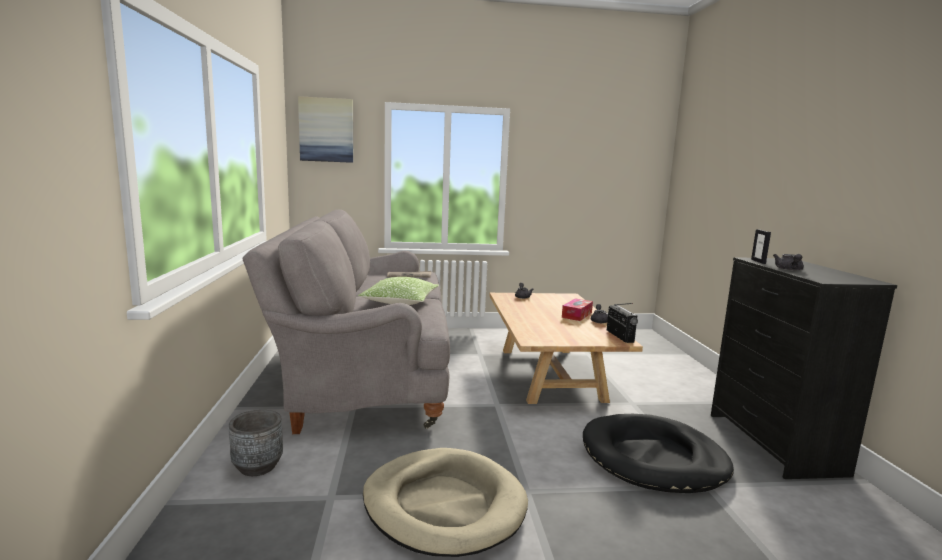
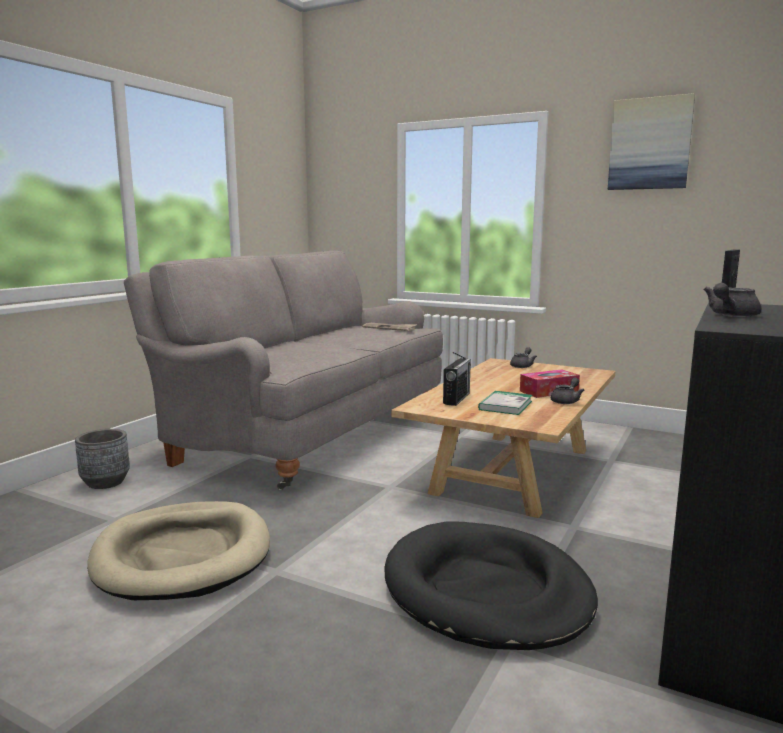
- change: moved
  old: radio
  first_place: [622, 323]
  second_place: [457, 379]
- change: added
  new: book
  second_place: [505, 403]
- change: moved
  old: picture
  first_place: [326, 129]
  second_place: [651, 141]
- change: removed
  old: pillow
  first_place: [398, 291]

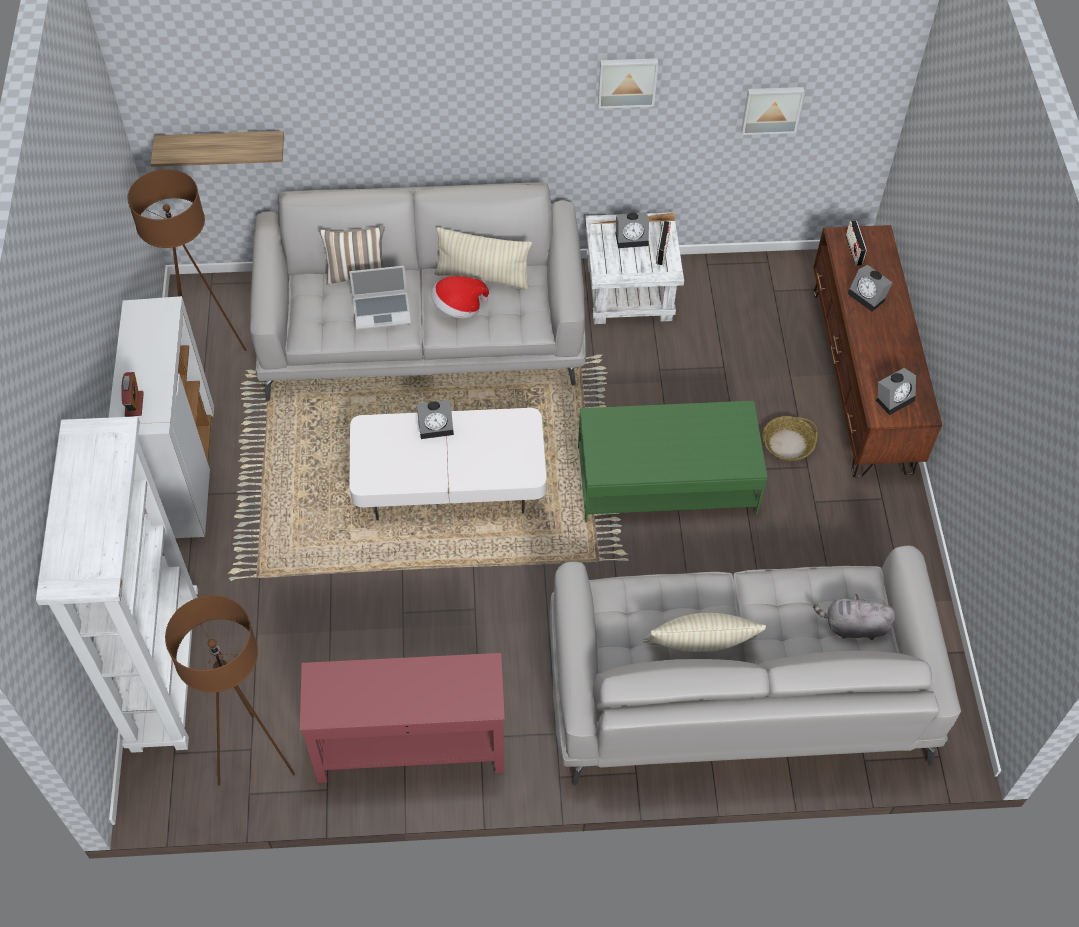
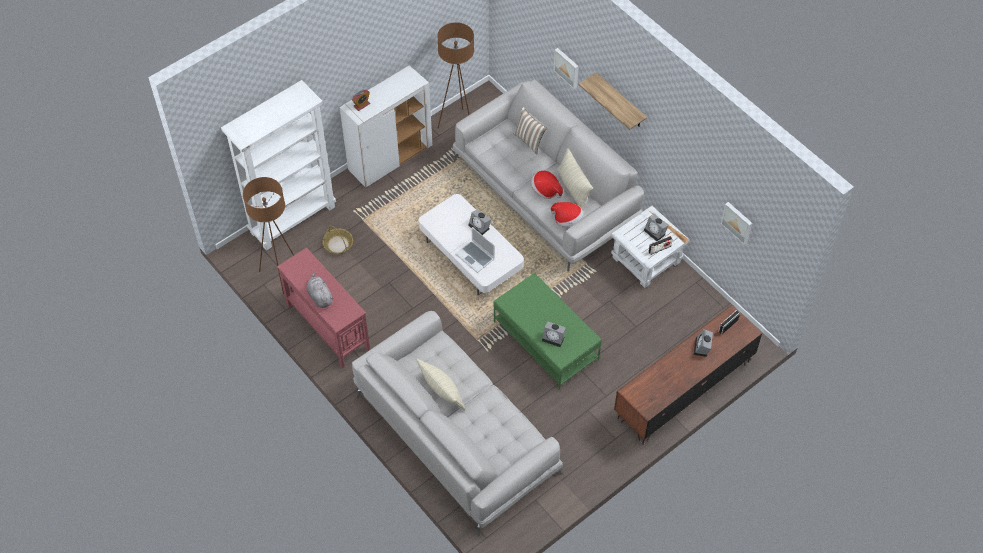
- change: moved
  old: grey plush toy
  first_place: [854, 617]
  second_place: [320, 290]
- change: moved
  old: basket
  first_place: [790, 438]
  second_place: [337, 239]
- change: moved
  old: laptop
  first_place: [380, 298]
  second_place: [475, 250]
- change: moved
  old: alarm clock
  first_place: [896, 391]
  second_place: [554, 334]
- change: added
  new: hat
  second_place: [567, 214]
- change: moved
  old: picture
  first_place: [628, 83]
  second_place: [566, 68]
- change: moved
  old: shelf
  first_place: [217, 149]
  second_place: [613, 101]

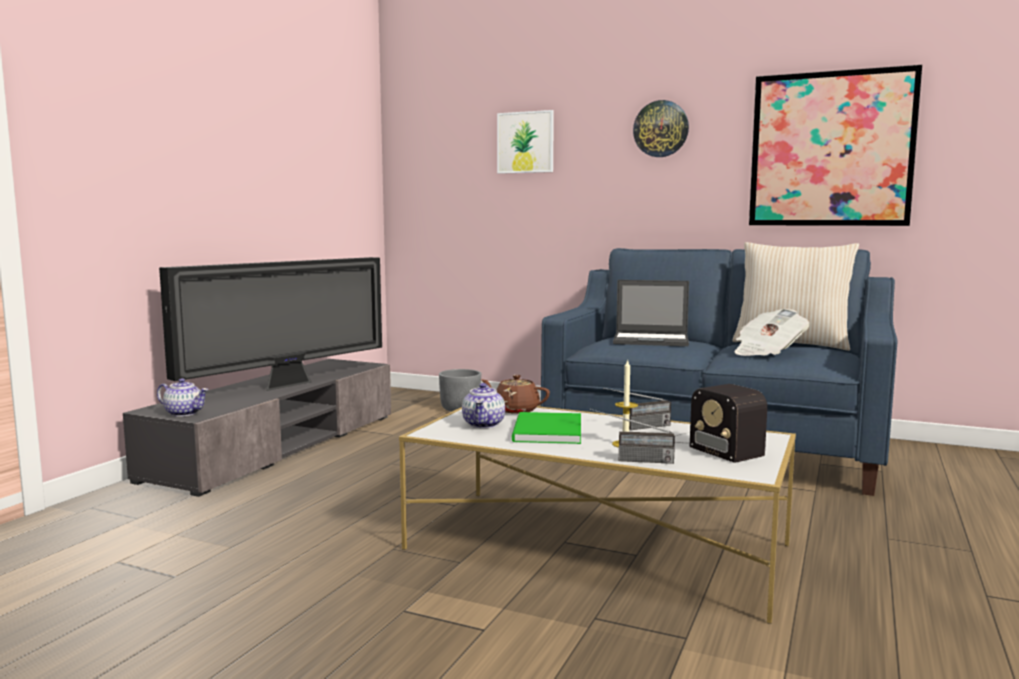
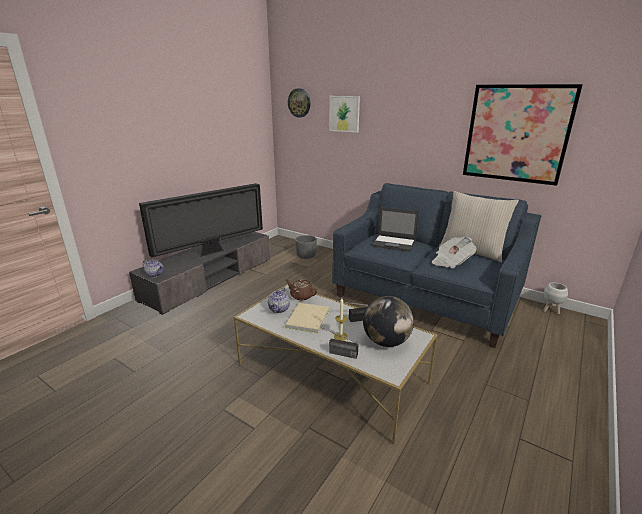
- change: recoloured
  old: green book
  new: beige book
  first_place: [546, 428]
  second_place: [307, 318]
- change: moved
  old: wall clock
  first_place: [661, 128]
  second_place: [299, 103]
- change: replaced
  old: radio
  new: globe
  first_place: [721, 423]
  second_place: [388, 321]
- change: added
  new: white planter
  second_place: [555, 298]

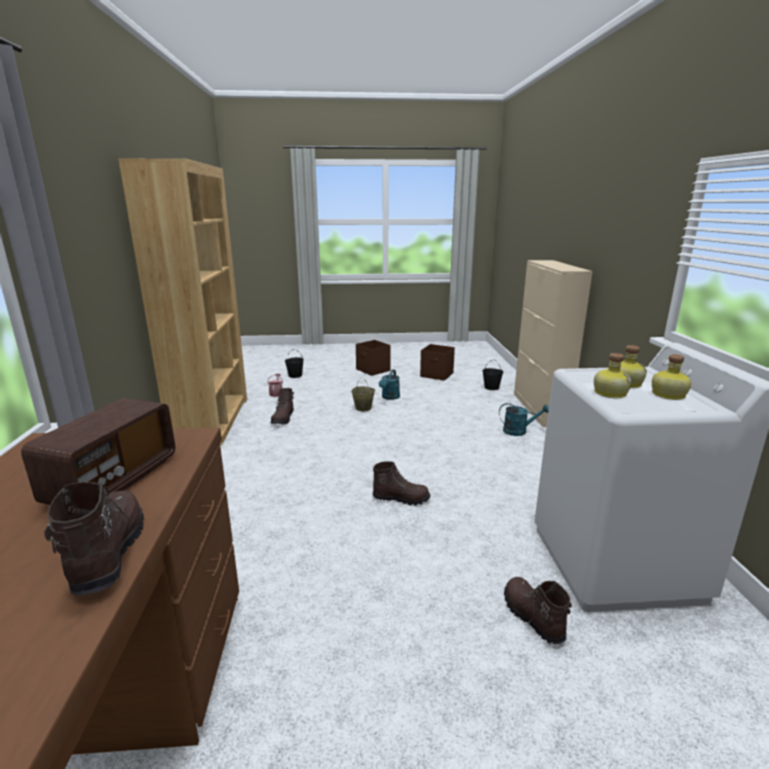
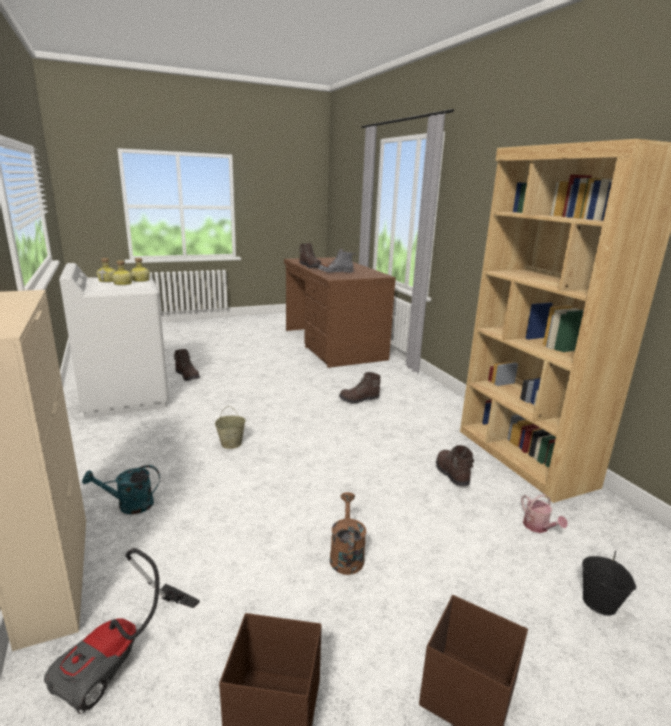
- change: replaced
  old: black bucket
  new: vacuum cleaner
  first_place: [492, 375]
  second_place: [122, 631]
- change: moved
  old: beige bucket
  first_place: [363, 394]
  second_place: [230, 427]
- change: replaced
  old: radio
  new: grey boot
  first_place: [98, 451]
  second_place: [336, 260]
- change: recoloured
  old: turquoise watering can
  new: brown watering can
  first_place: [389, 384]
  second_place: [348, 533]
- change: moved
  old: brown boot
  first_place: [402, 483]
  second_place: [360, 388]

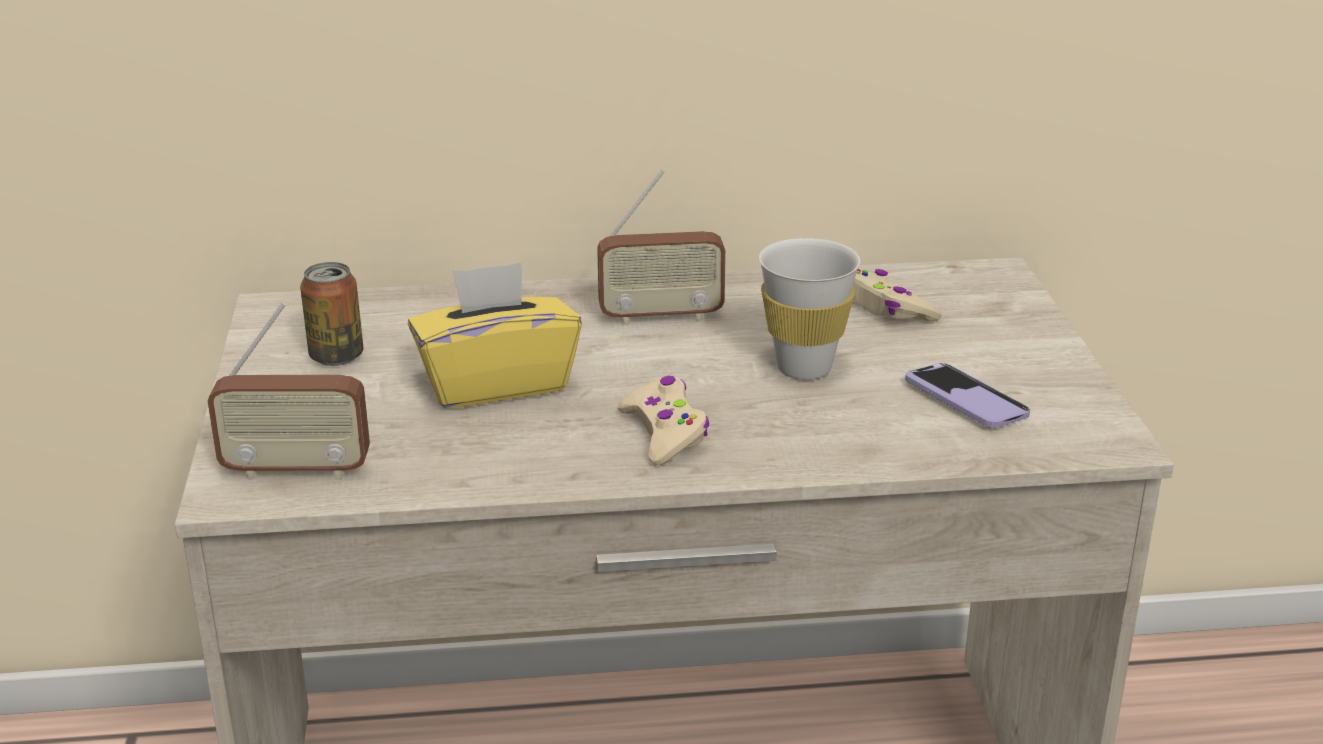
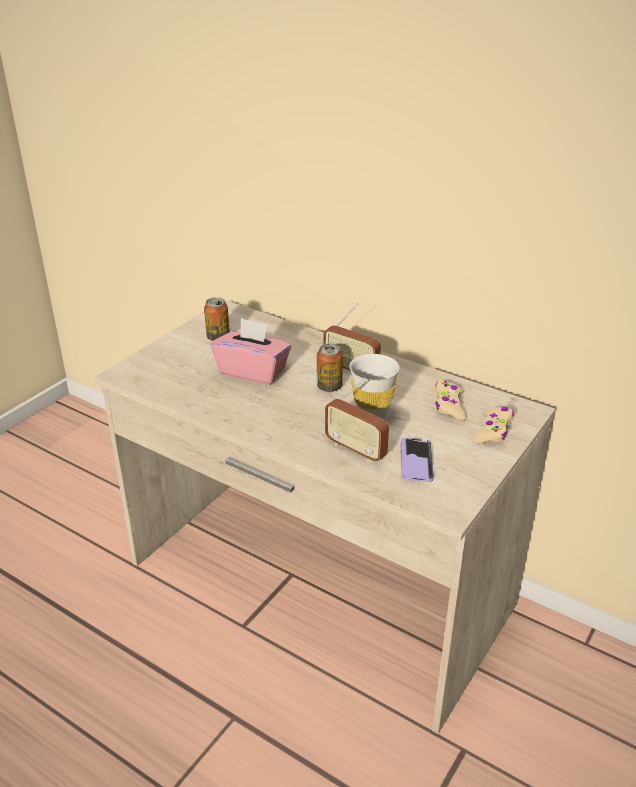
- change: recoloured
  old: yellow tissue box
  new: pink tissue box
  first_place: [495, 335]
  second_place: [251, 351]
- change: added
  new: can
  second_place: [330, 368]
- change: moved
  old: radio
  first_place: [289, 391]
  second_place: [357, 420]
- change: moved
  old: beige game controller
  first_place: [663, 420]
  second_place: [493, 425]

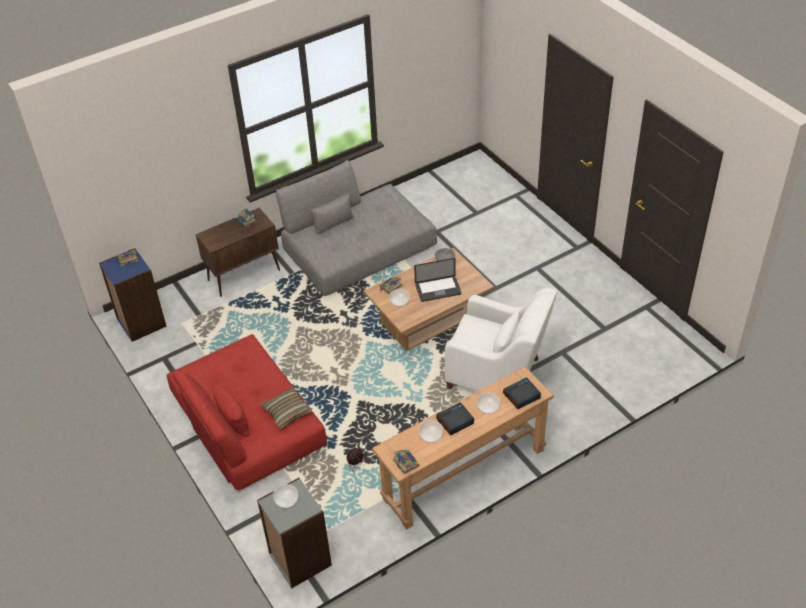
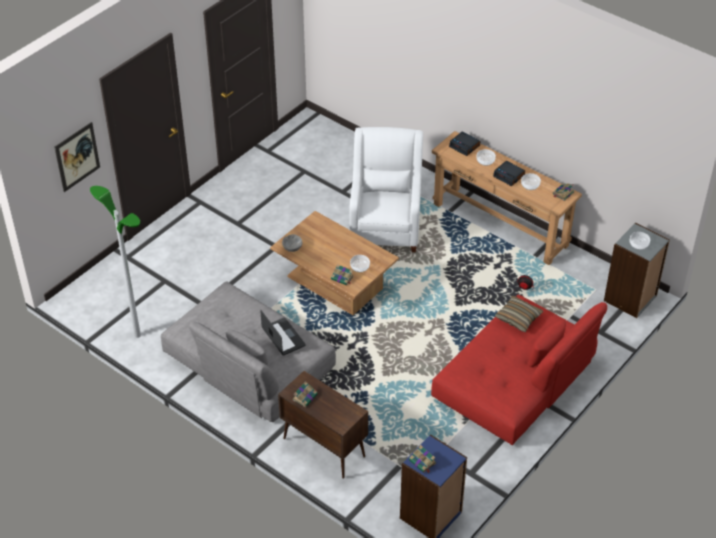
- change: added
  new: picture
  second_place: [77, 157]
- change: added
  new: floor lamp
  second_place: [115, 262]
- change: moved
  old: laptop
  first_place: [438, 280]
  second_place: [282, 333]

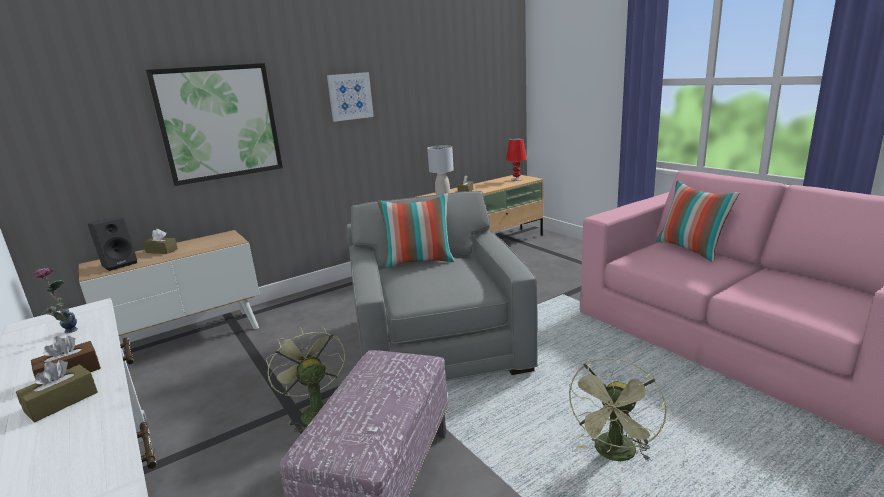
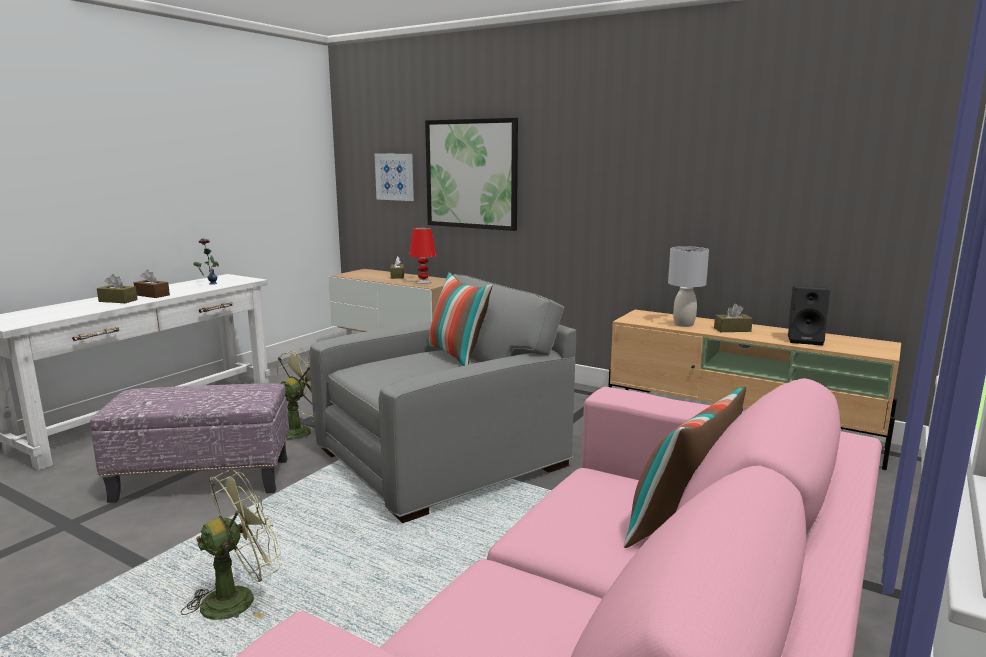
- change: turned
  old: green fan
  first_place: [617, 409]
  second_place: [231, 545]
  degrees: 135
- change: moved
  old: picture
  first_place: [350, 97]
  second_place: [394, 177]
- change: moved
  old: red table lamp
  first_place: [516, 159]
  second_place: [423, 255]
- change: moved
  old: black speaker
  first_place: [112, 244]
  second_place: [809, 316]

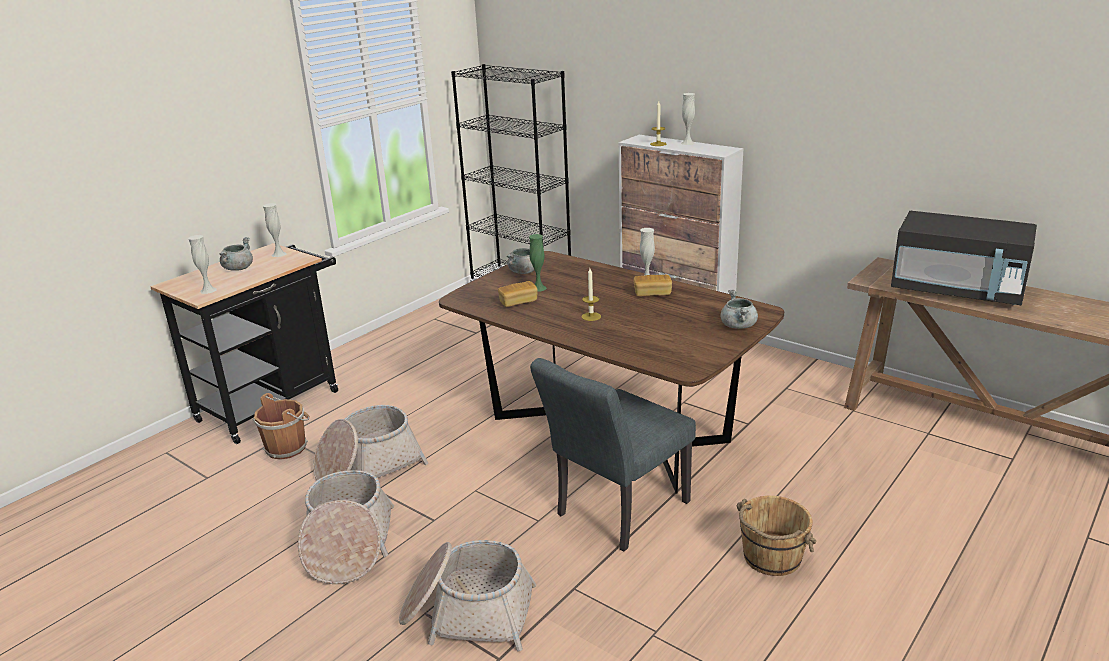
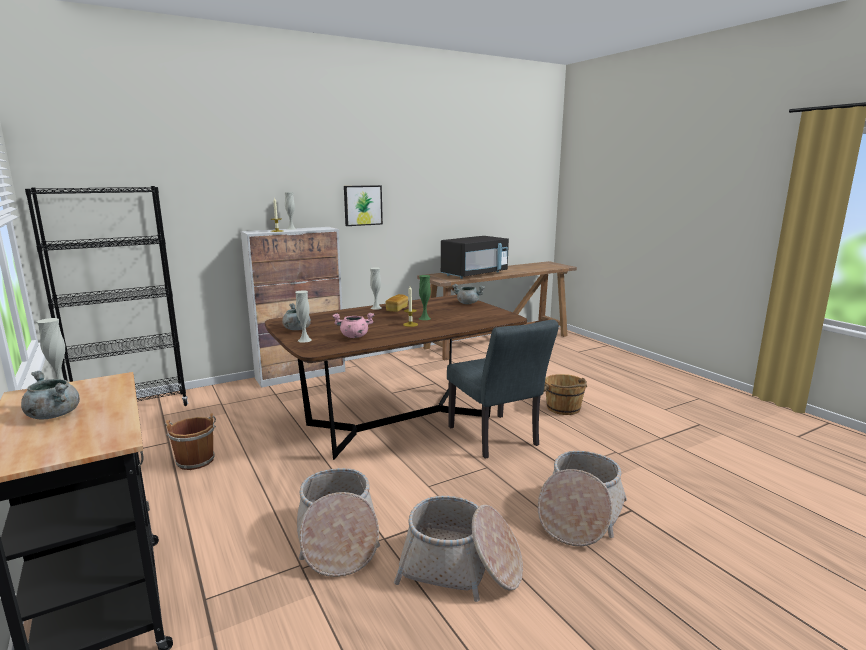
- change: moved
  old: brown bucket
  first_place: [281, 426]
  second_place: [190, 441]
- change: moved
  old: white vase
  first_place: [202, 264]
  second_place: [303, 317]
- change: replaced
  old: bread
  new: pink cooking pot
  first_place: [518, 294]
  second_place: [353, 325]
- change: added
  new: picture
  second_place: [363, 205]
- change: moved
  old: green vase
  first_place: [538, 263]
  second_place: [425, 297]

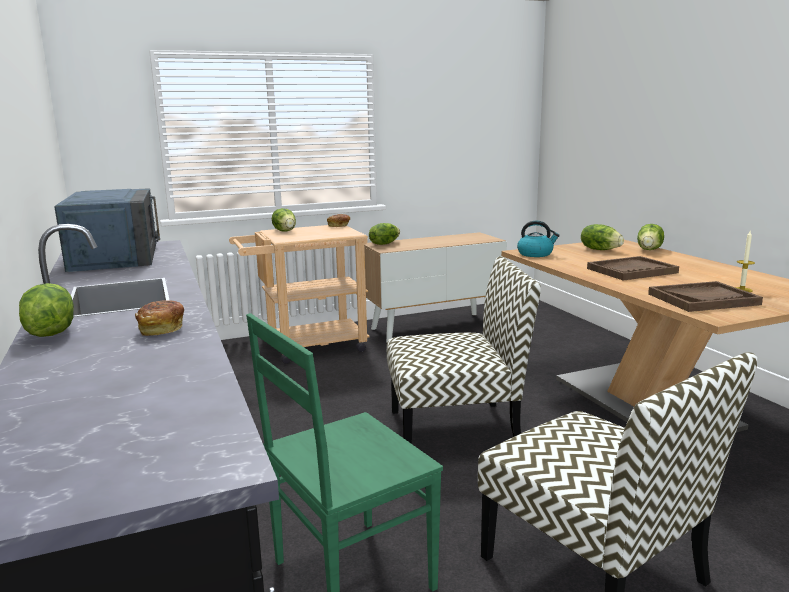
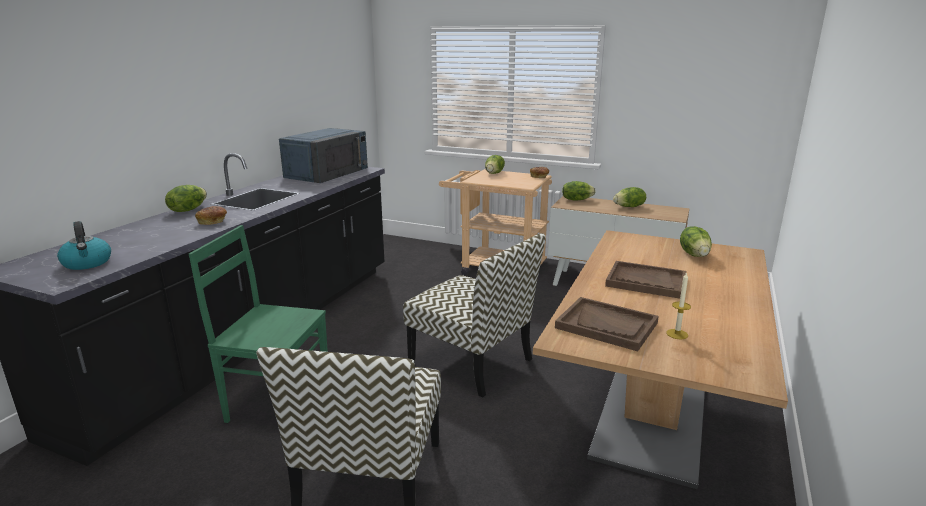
- change: moved
  old: kettle
  first_place: [538, 239]
  second_place: [84, 245]
- change: moved
  old: lettuce
  first_place: [650, 237]
  second_place: [629, 197]

